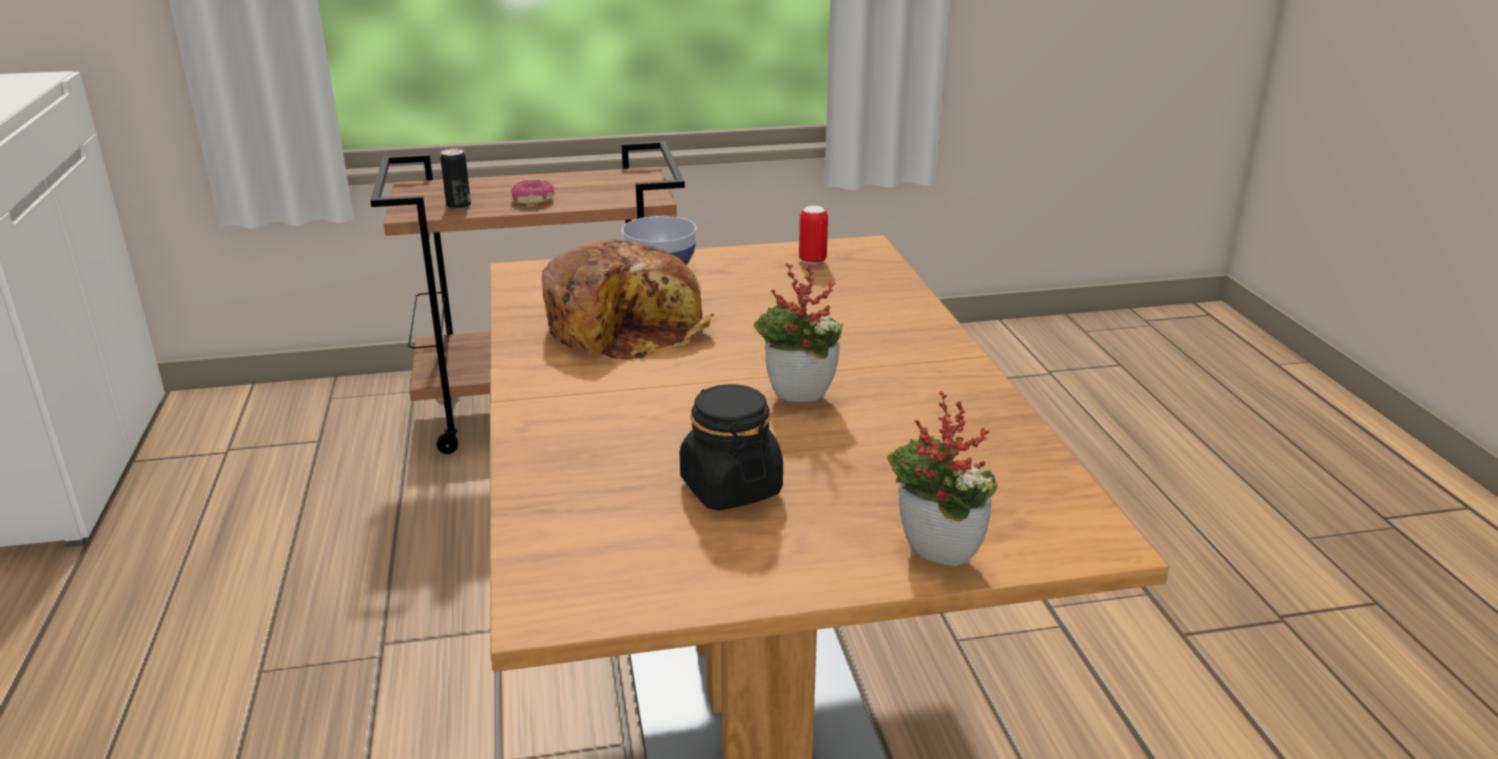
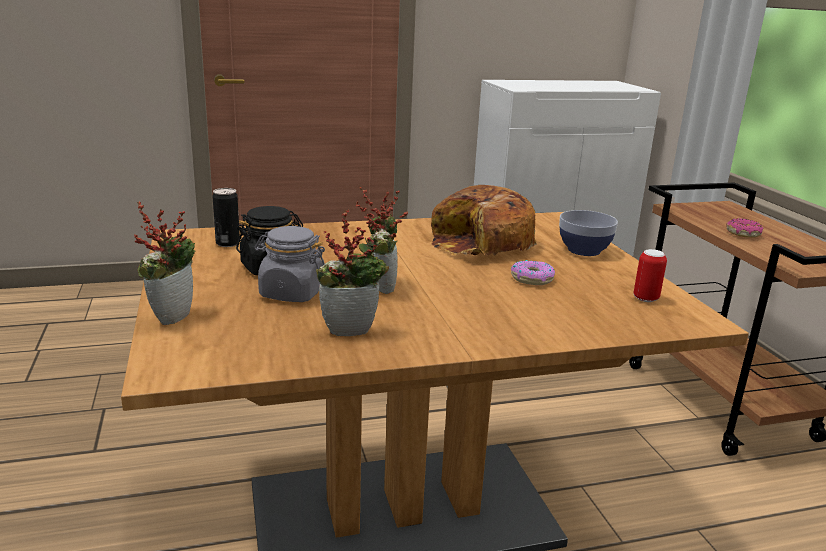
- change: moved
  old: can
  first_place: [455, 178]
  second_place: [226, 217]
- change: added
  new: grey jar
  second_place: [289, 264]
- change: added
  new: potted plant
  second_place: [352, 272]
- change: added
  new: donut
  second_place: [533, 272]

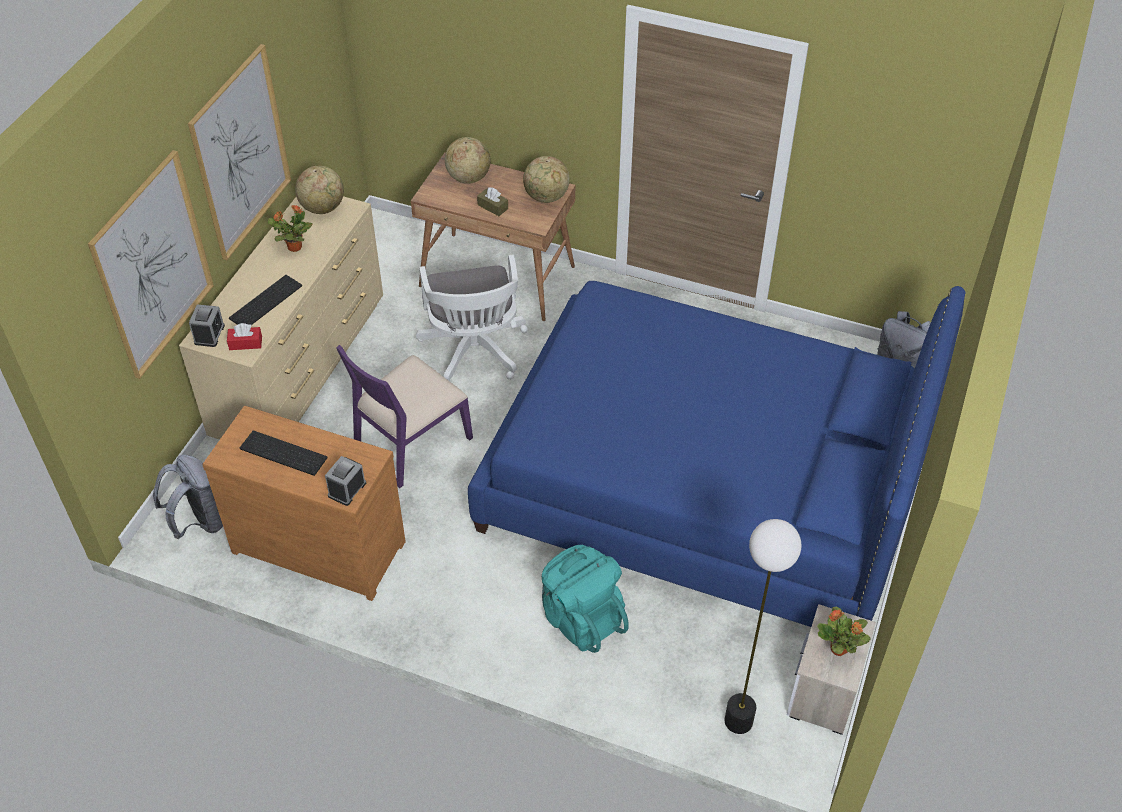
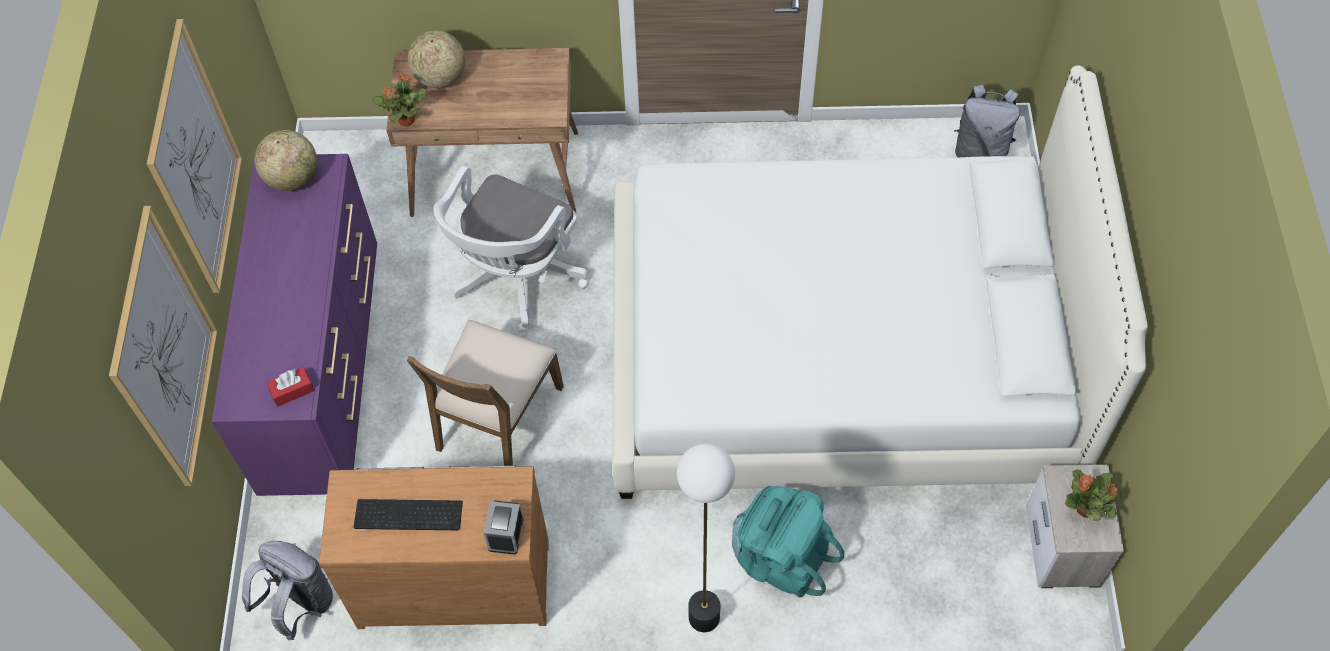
- change: recoloured
  old: beige dresser
  new: purple dresser
  first_place: [281, 317]
  second_place: [294, 325]
- change: moved
  old: potted plant
  first_place: [290, 228]
  second_place: [399, 100]
- change: recoloured
  old: purple chair
  new: brown chair
  first_place: [404, 416]
  second_place: [485, 393]
- change: turned
  old: white office chair
  first_place: [472, 318]
  second_place: [510, 249]
  degrees: 60
- change: recoloured
  old: blue bed
  new: white bed
  first_place: [717, 454]
  second_place: [880, 282]
- change: moved
  old: floor lamp
  first_place: [763, 626]
  second_place: [706, 538]
- change: removed
  old: alarm clock
  first_place: [207, 325]
- change: removed
  old: keyboard
  first_place: [265, 300]
- change: removed
  old: brown tissue box
  first_place: [492, 202]
- change: removed
  old: globe
  first_place: [546, 179]

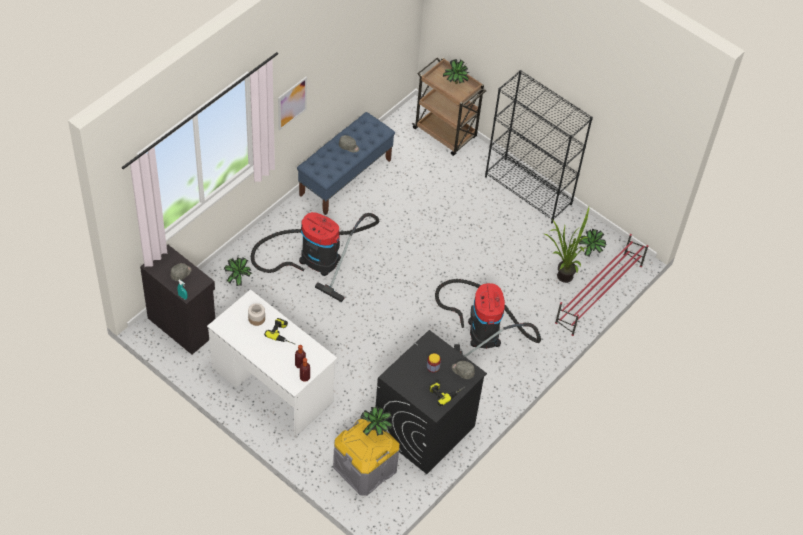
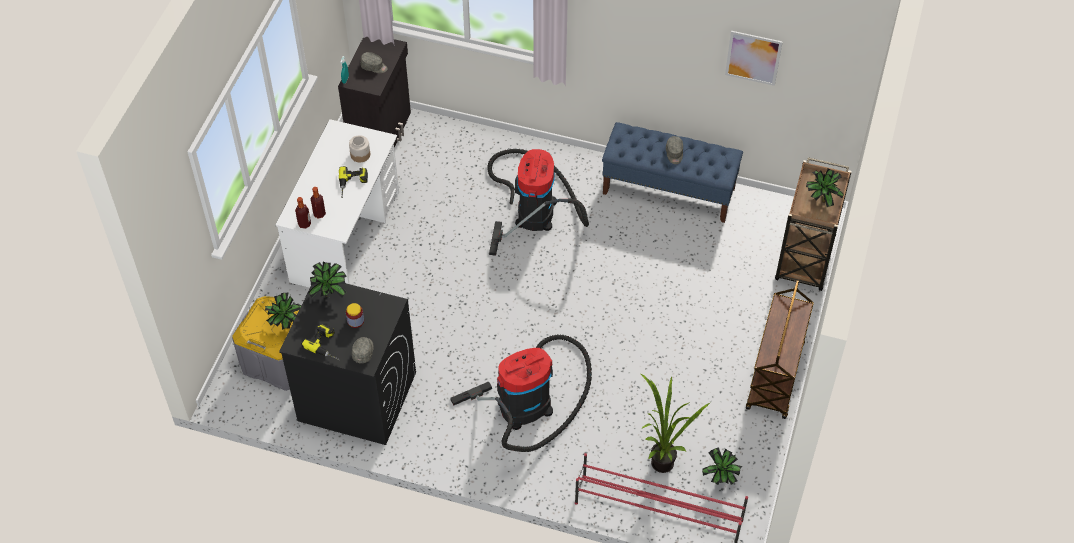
- change: moved
  old: potted plant
  first_place: [238, 271]
  second_place: [327, 279]
- change: moved
  old: picture
  first_place: [292, 104]
  second_place: [754, 58]
- change: replaced
  old: black bookcase
  new: brown cart
  first_place: [539, 146]
  second_place: [780, 349]

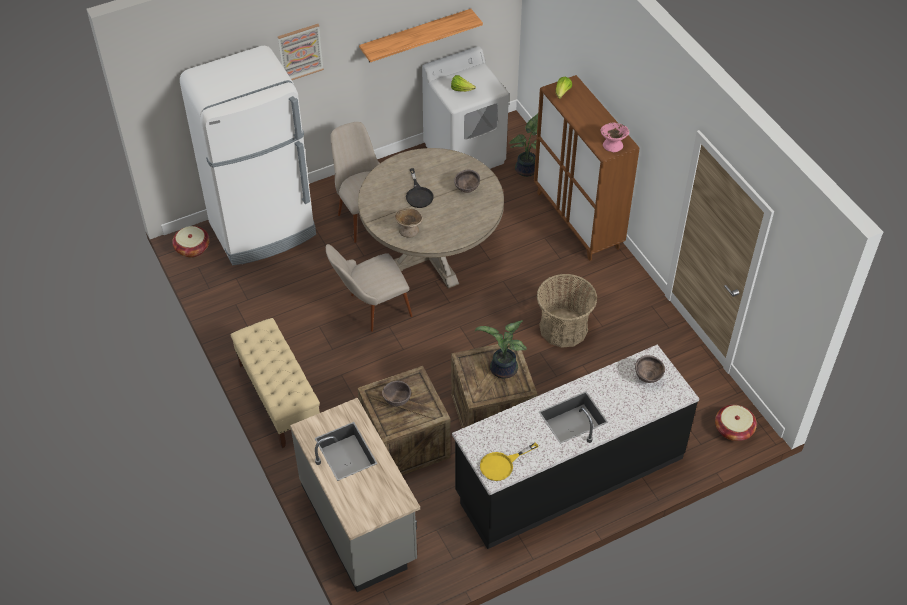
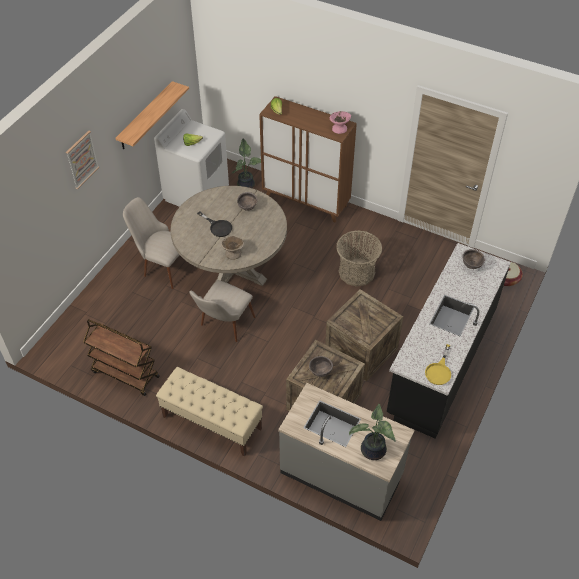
- change: added
  new: brown cart
  second_place: [121, 357]
- change: moved
  old: potted plant
  first_place: [501, 349]
  second_place: [372, 432]
- change: removed
  old: basket
  first_place: [191, 242]
- change: removed
  old: white fridge
  first_place: [248, 155]

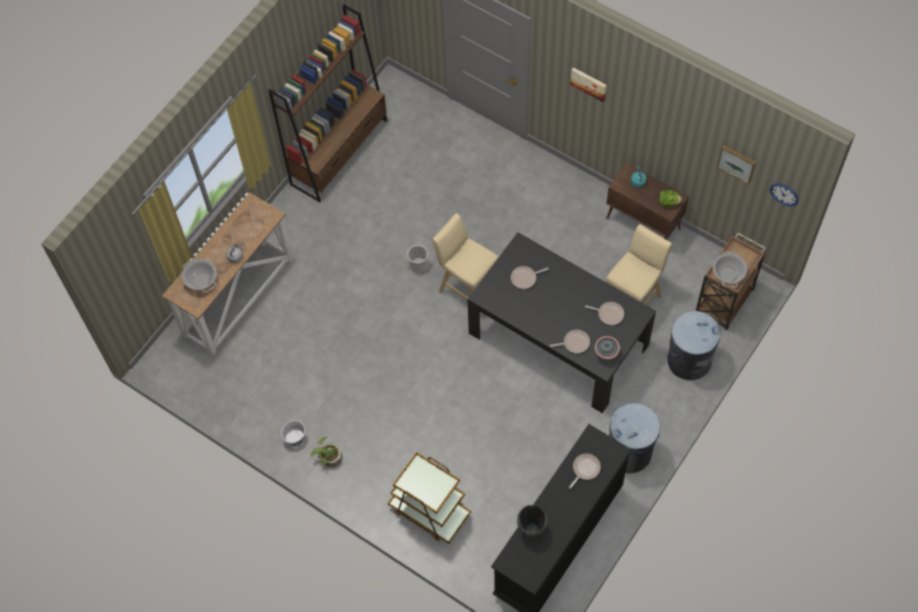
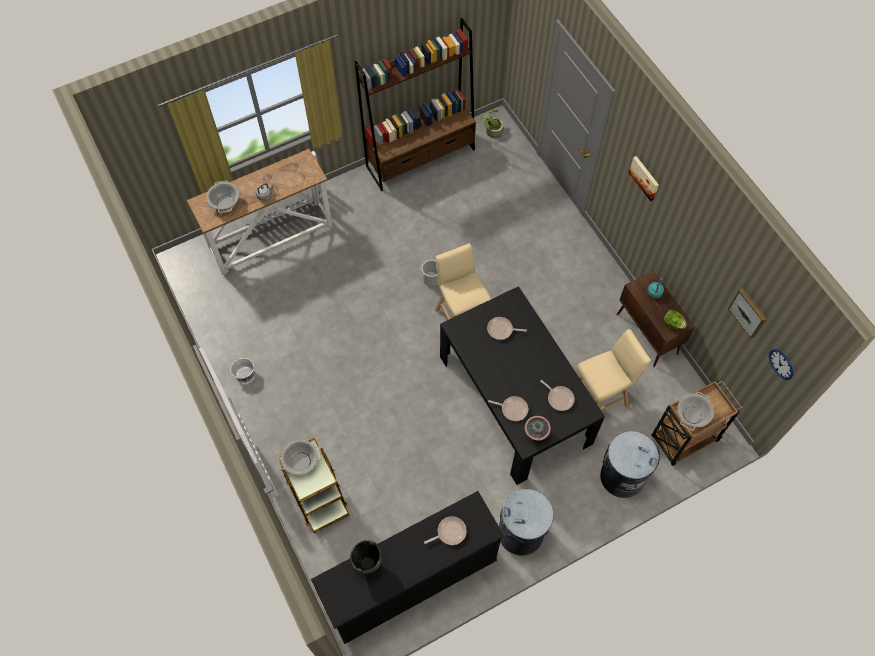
- change: added
  new: cooking pot
  second_place: [300, 457]
- change: moved
  old: potted plant
  first_place: [326, 452]
  second_place: [491, 124]

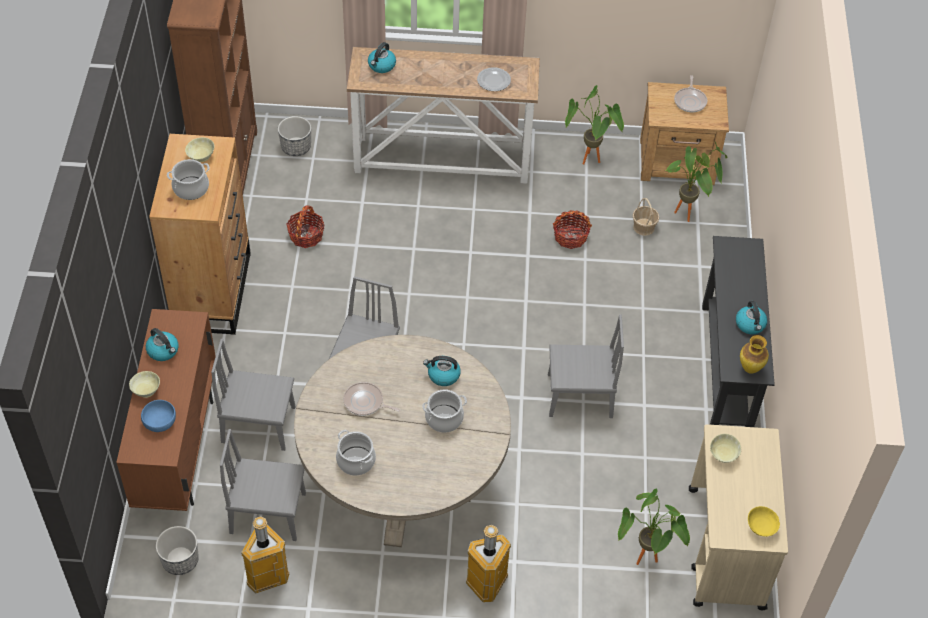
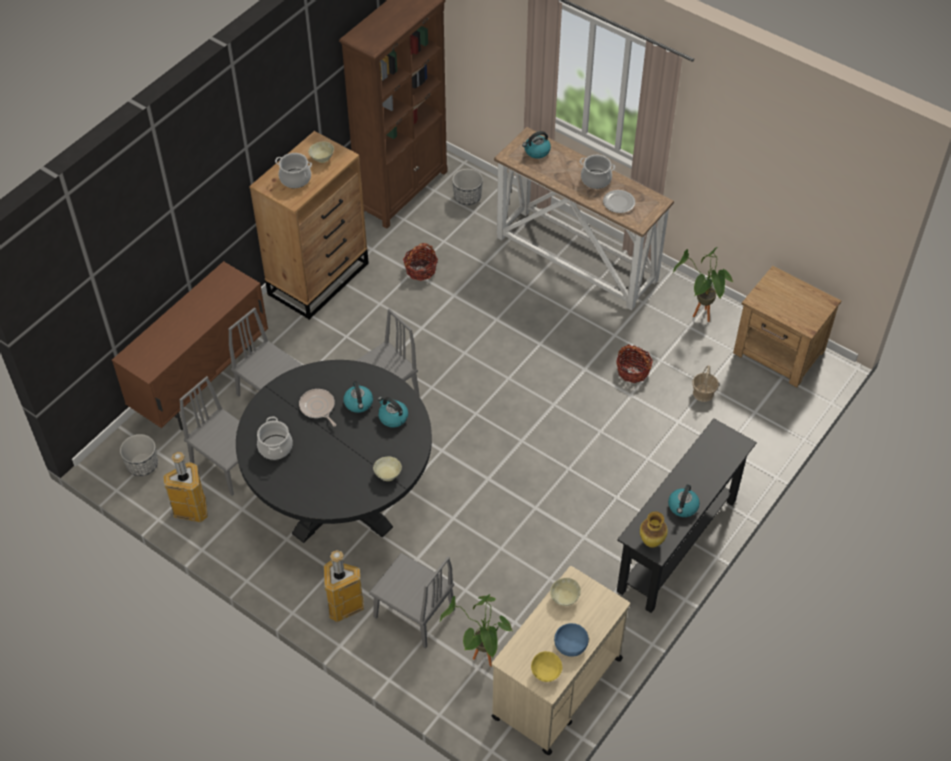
- change: recoloured
  old: beige dining table
  new: black dining table
  first_place: [402, 441]
  second_place: [334, 451]
- change: moved
  old: kettle
  first_place: [162, 344]
  second_place: [358, 397]
- change: moved
  old: grey chair
  first_place: [586, 366]
  second_place: [412, 601]
- change: moved
  old: beige bowl
  first_place: [144, 384]
  second_place: [387, 469]
- change: moved
  old: blue bowl
  first_place: [158, 416]
  second_place: [571, 640]
- change: moved
  old: cooking pot
  first_place: [444, 411]
  second_place: [597, 172]
- change: removed
  old: potted plant
  first_place: [696, 182]
- change: removed
  old: frying pan
  first_place: [690, 93]

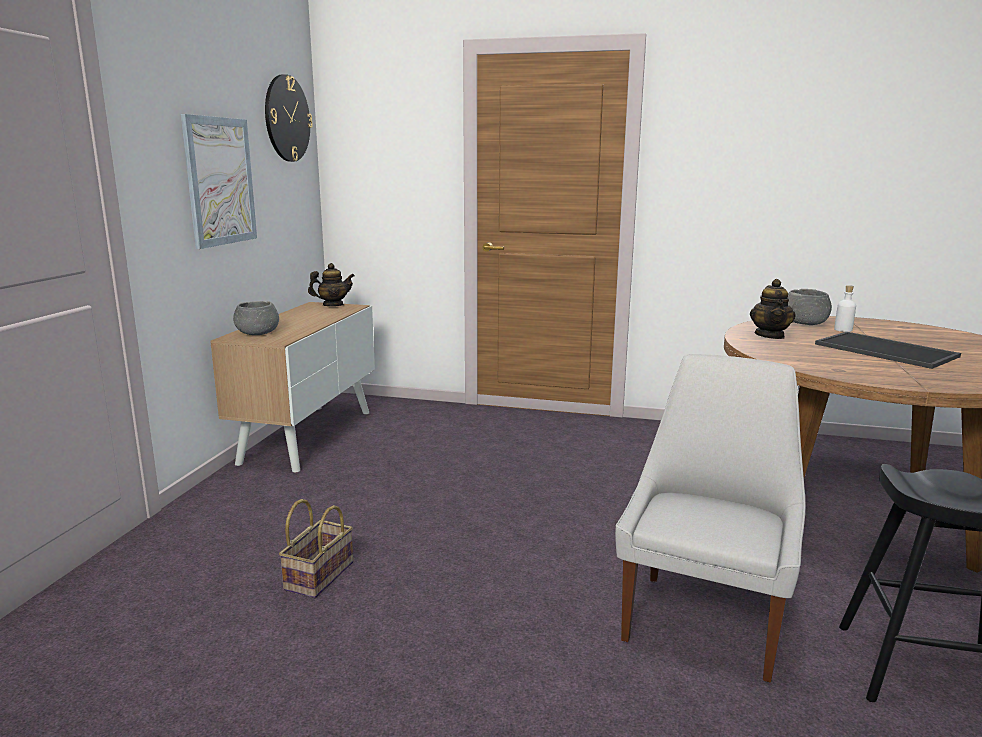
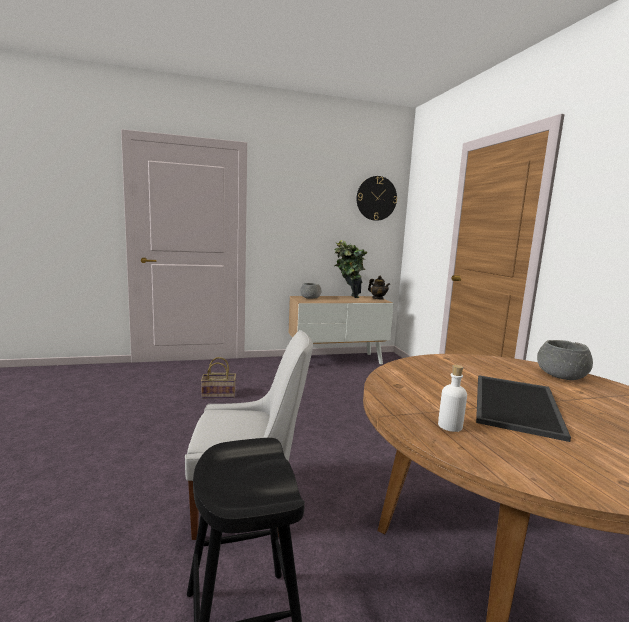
- change: added
  new: potted plant
  second_place: [351, 269]
- change: moved
  old: white bottle
  first_place: [845, 308]
  second_place: [452, 398]
- change: removed
  old: picture
  first_place: [219, 181]
- change: removed
  old: teapot
  first_place: [773, 309]

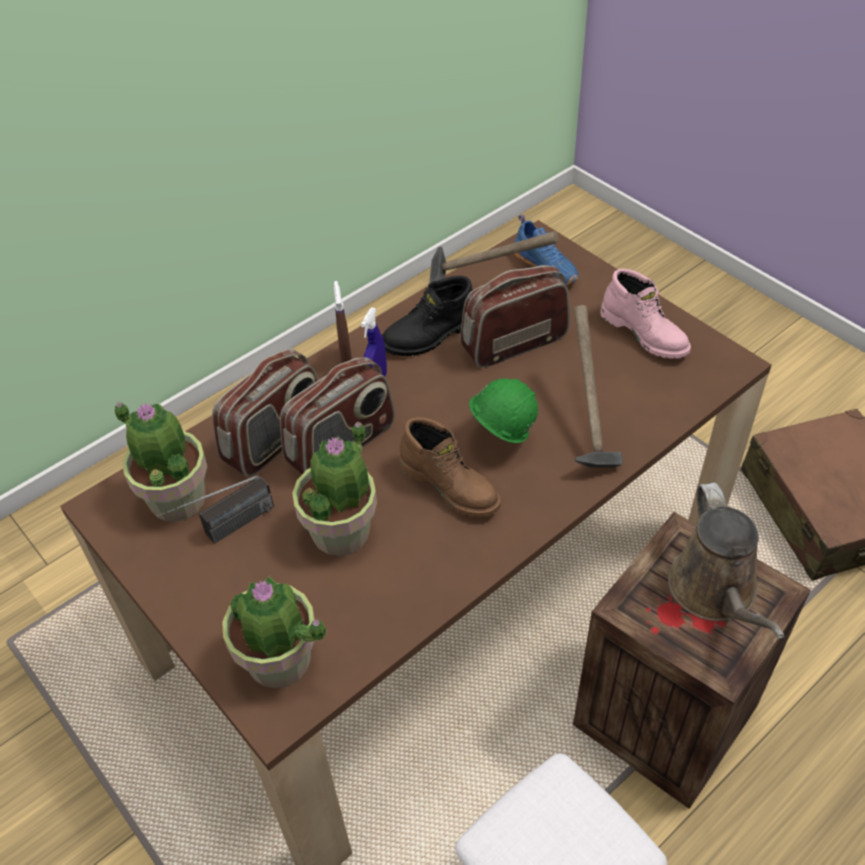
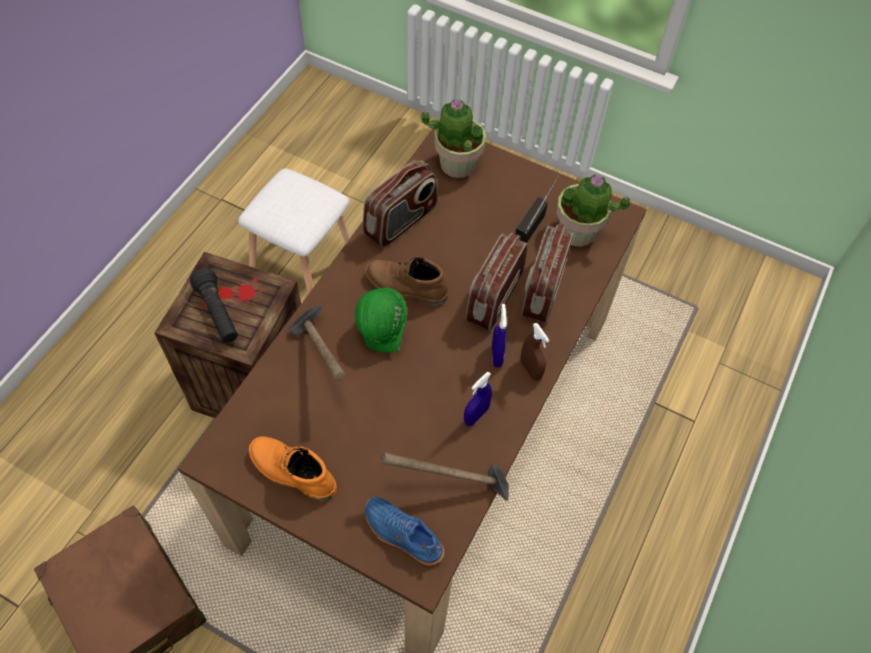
- change: replaced
  old: brown watering can
  new: black flashlight
  first_place: [726, 561]
  second_place: [214, 305]
- change: recoloured
  old: pink boot
  new: orange boot
  first_place: [645, 314]
  second_place: [293, 468]
- change: moved
  old: radio
  first_place: [515, 316]
  second_place: [400, 204]
- change: replaced
  old: black boot
  new: blue spray bottle
  first_place: [427, 316]
  second_place: [478, 399]
- change: removed
  old: potted plant
  first_place: [334, 489]

